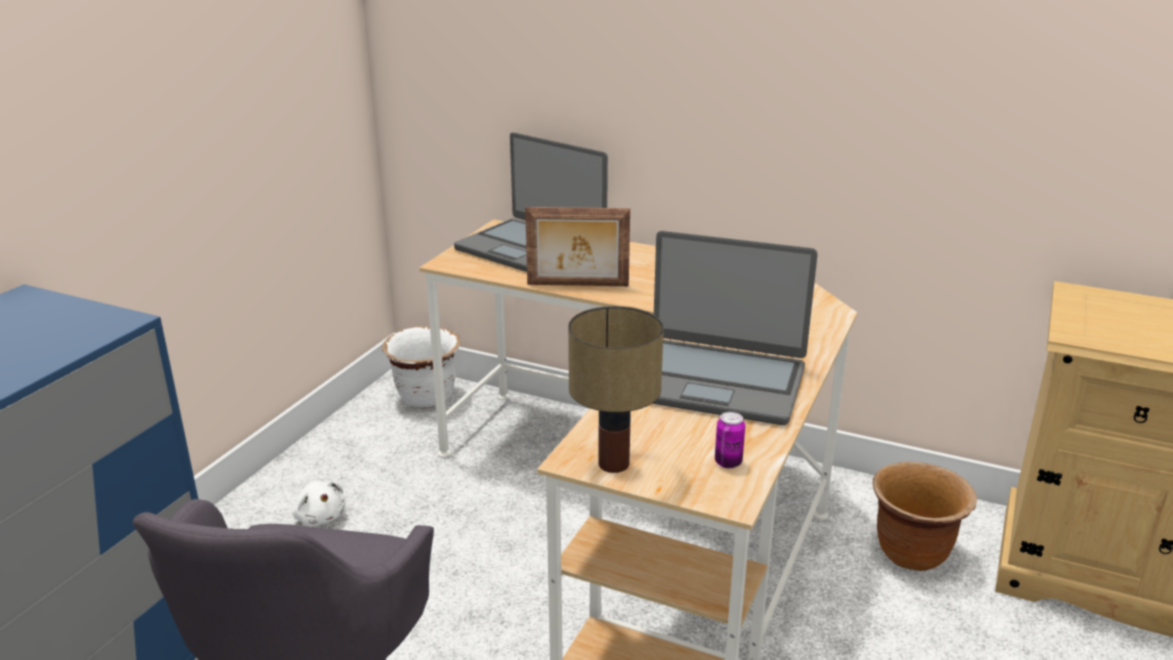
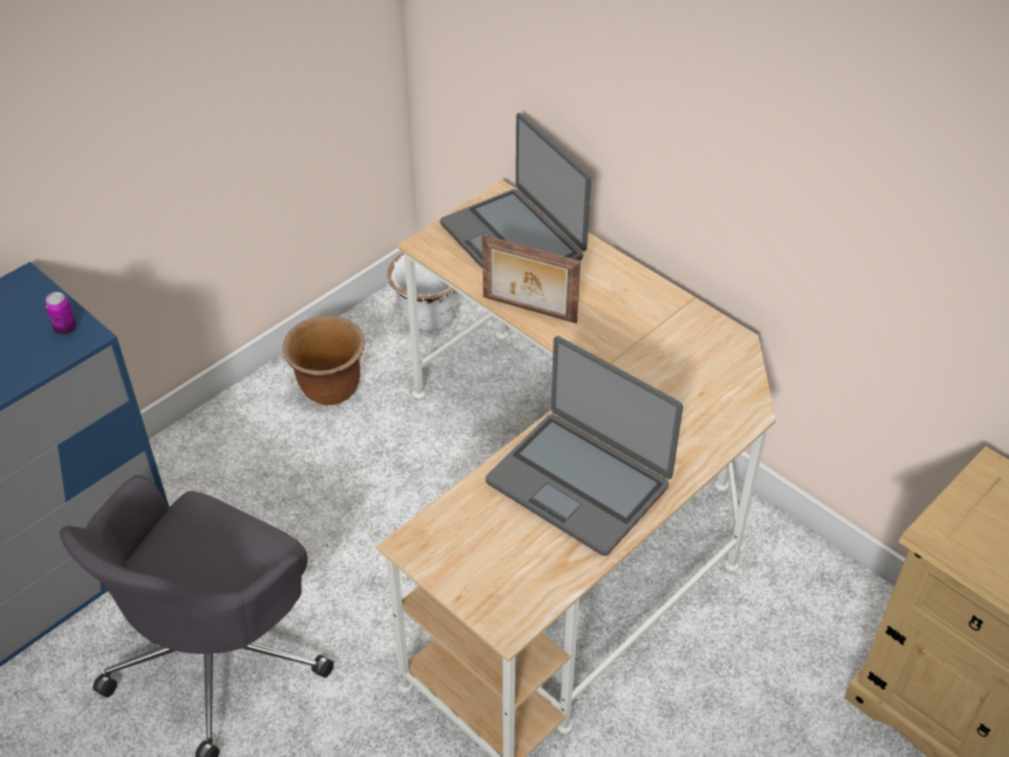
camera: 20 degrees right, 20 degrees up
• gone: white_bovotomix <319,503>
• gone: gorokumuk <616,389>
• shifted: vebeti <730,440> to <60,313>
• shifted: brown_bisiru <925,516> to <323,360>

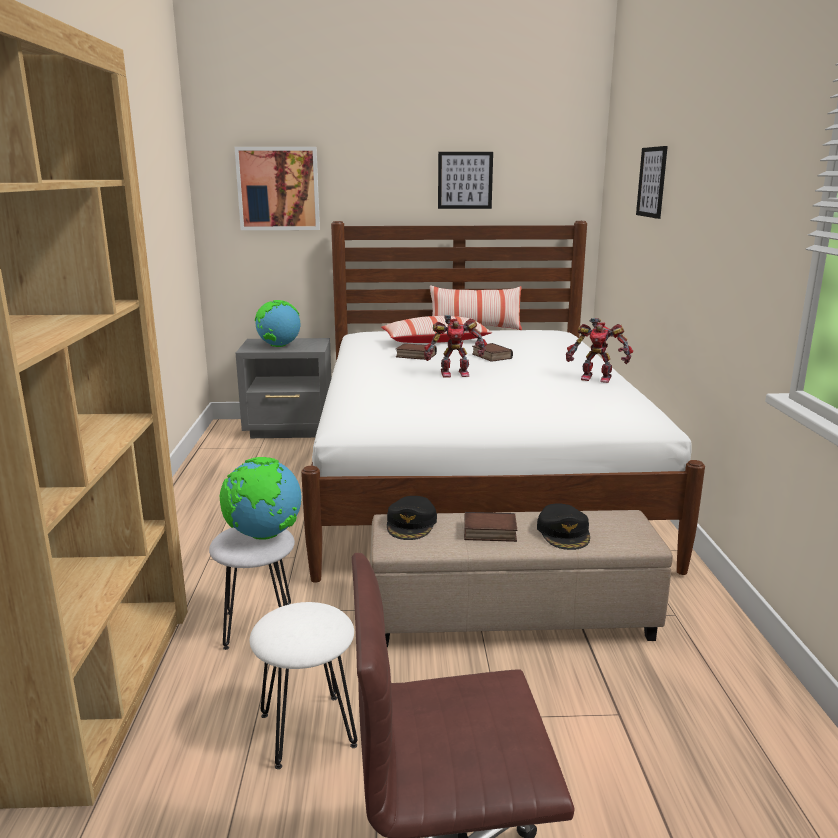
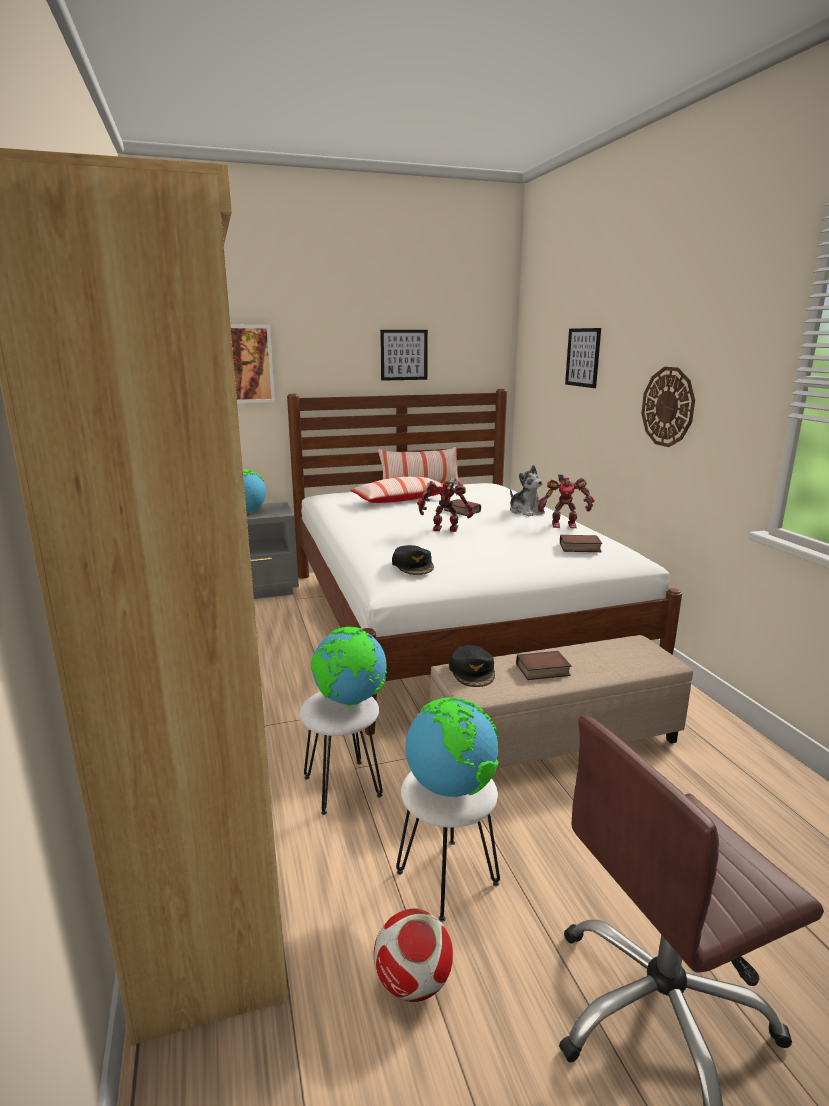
camera: 15 degrees left, 0 degrees up
• shifted: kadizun <416,351> to <581,543>
• rotated: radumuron <455,346> = <445,504> 150 degrees counterclockwise
• shifted: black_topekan <563,526> to <413,560>
• new: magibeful <413,955>
• new: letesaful <452,747>
• new: bovotomix <527,490>
• new: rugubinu <668,407>

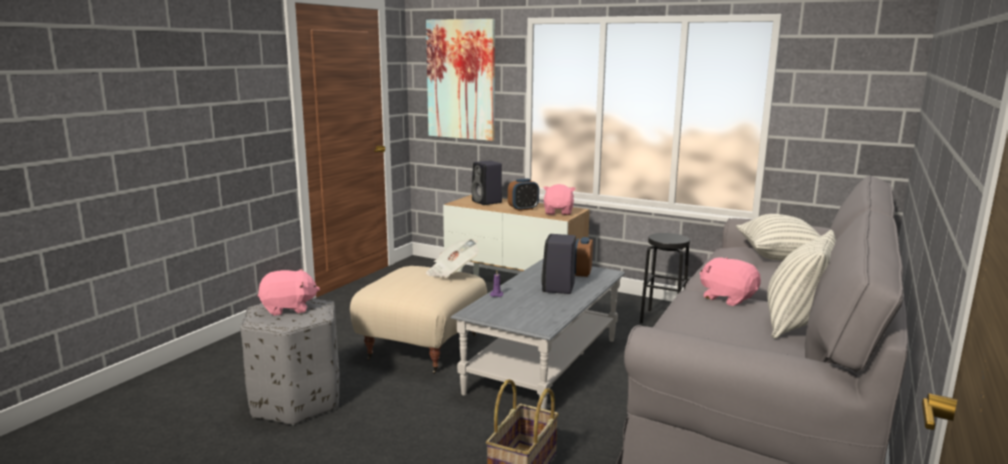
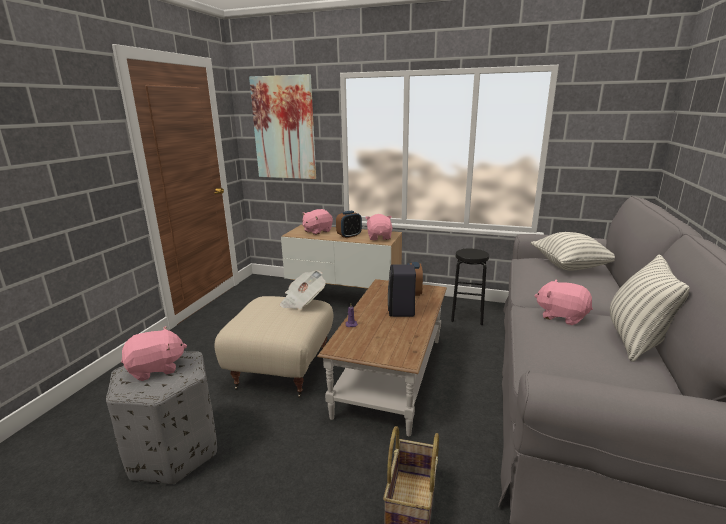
camera: 10 degrees left, 5 degrees up
• repainted: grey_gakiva <537,333> to brown_gakiva <382,357>
• swapped: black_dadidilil <486,182> to pink_bovotomix <317,222>

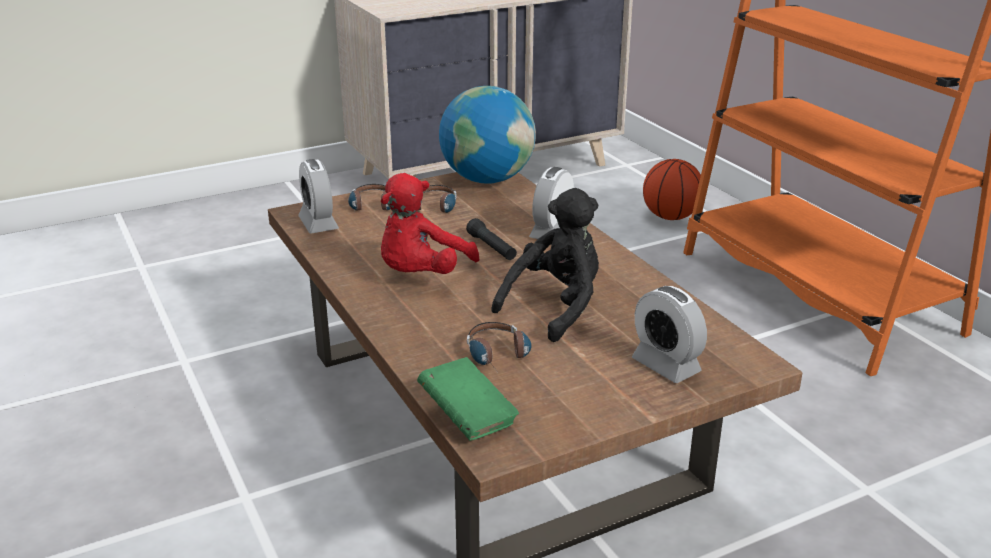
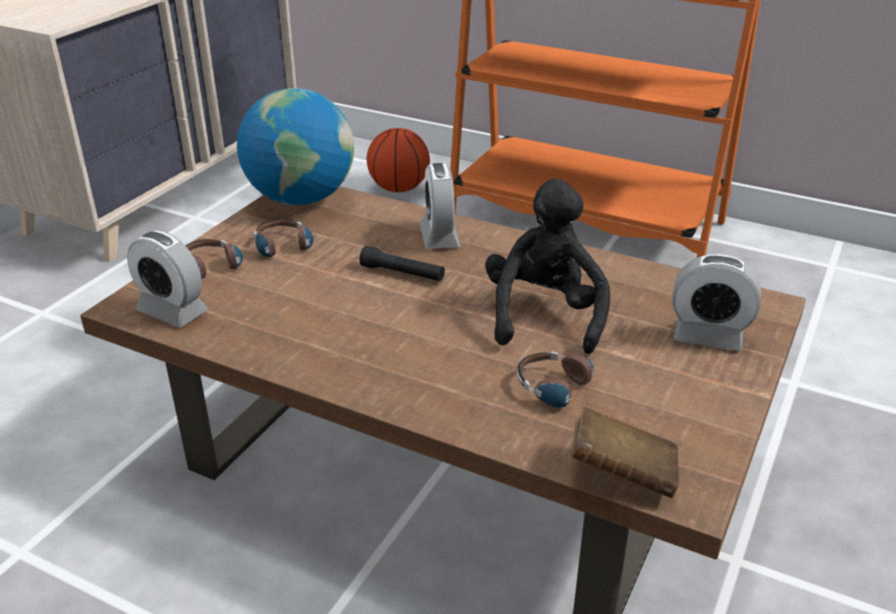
camera: 35 degrees left, 5 degrees up
• gone: red_bovotomix <430,223>
• repainted: green_kadizun <468,398> to brown_kadizun <625,452>

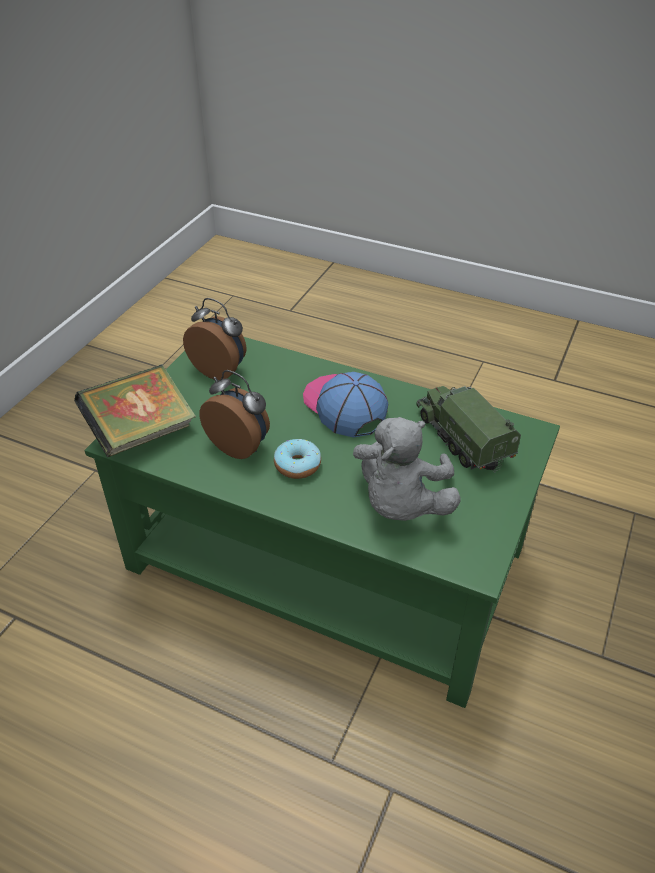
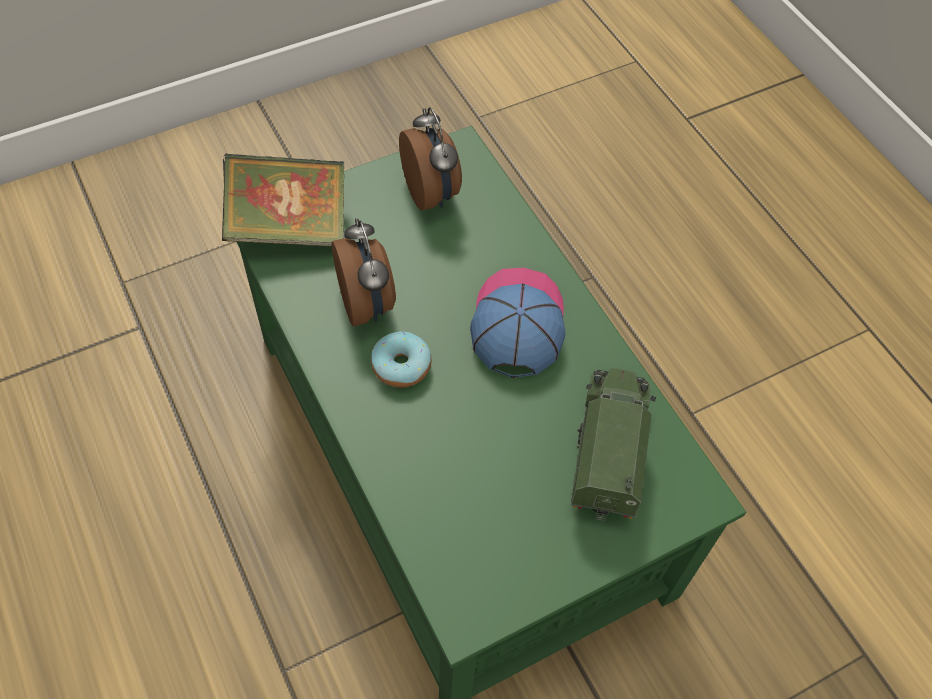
camera: 35 degrees right, 15 degrees up
• gone: grey_bovotomix <407,469>

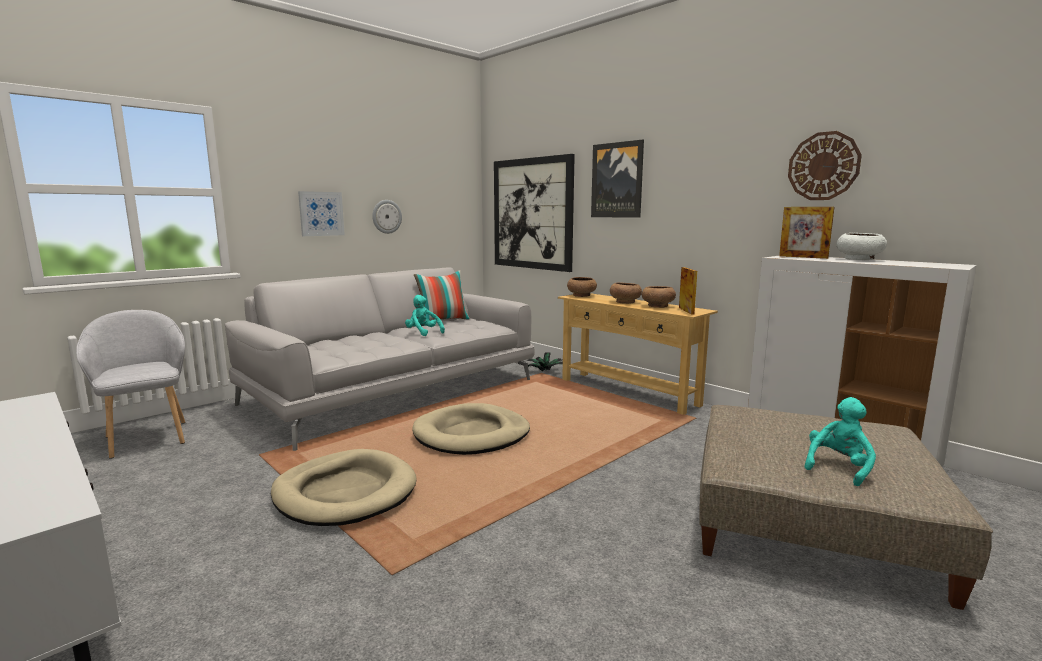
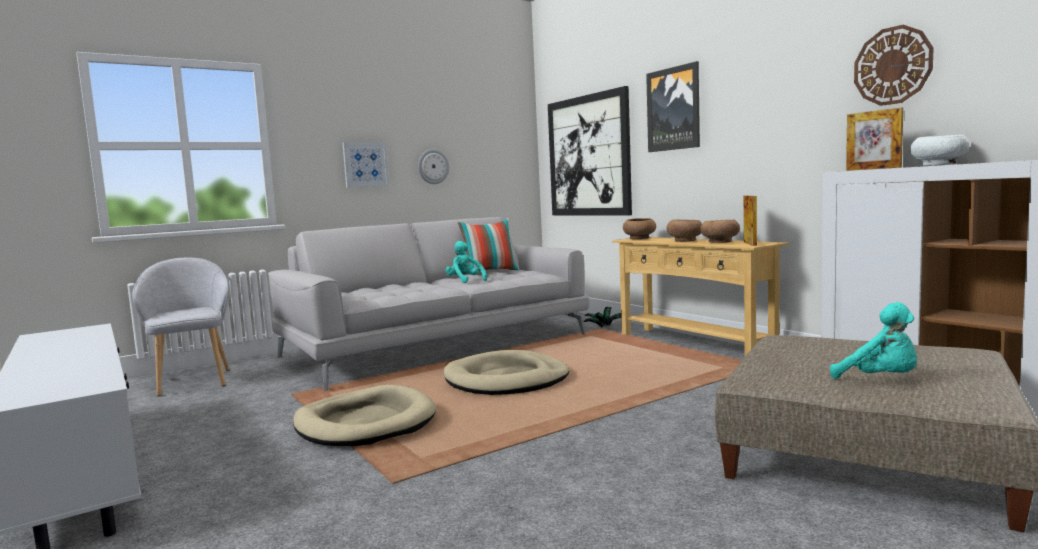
camera: 10 degrees right, 5 degrees down
• rotated: turquoise_bovotomix <840,441> = <873,340> 90 degrees clockwise

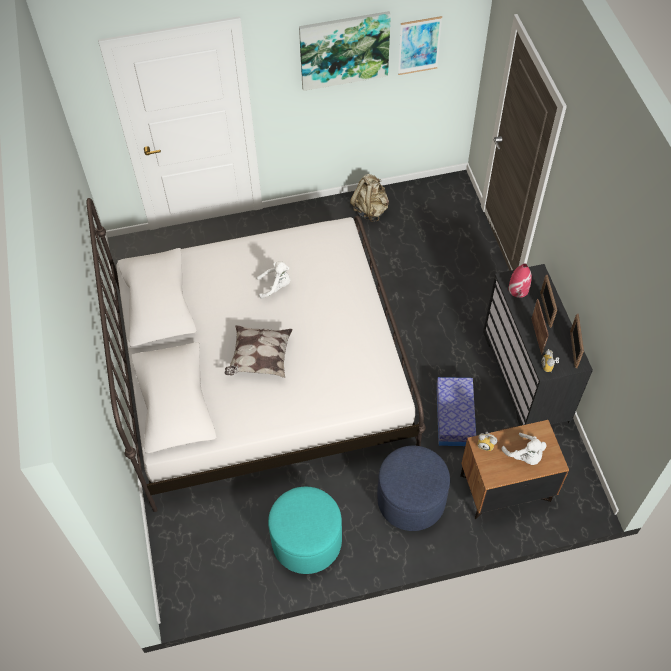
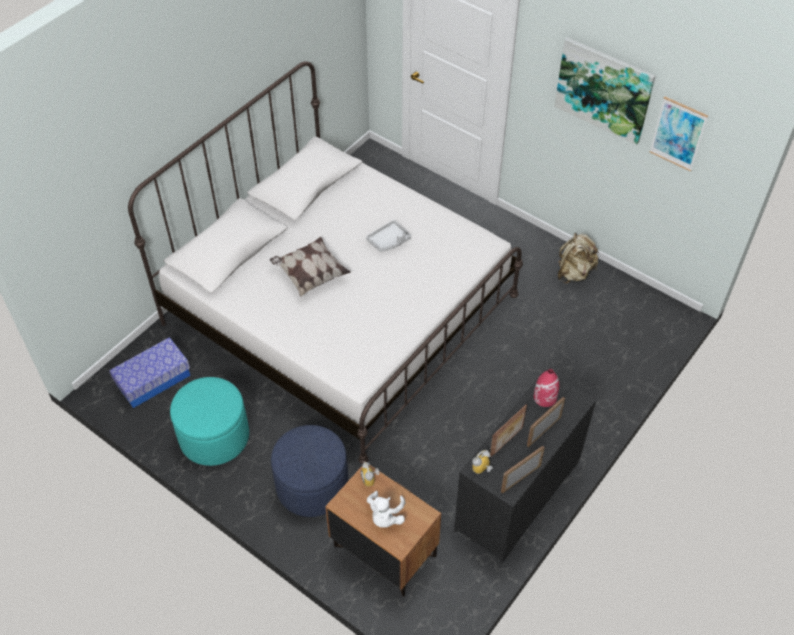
camera: 50 degrees right, 5 degrees down
• swapped: white_bovotomix <273,280> to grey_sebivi <388,236>
• shifted: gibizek <456,411> to <149,372>

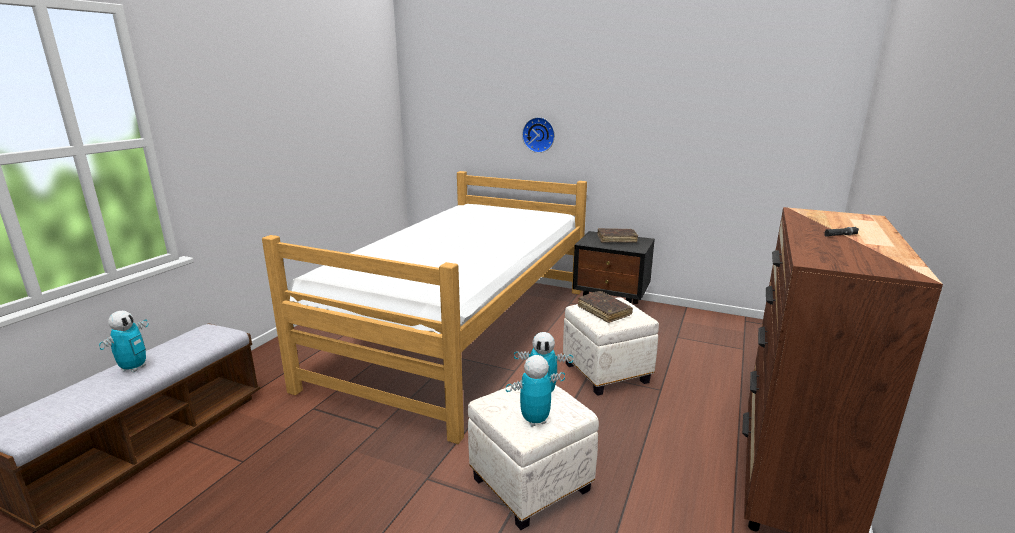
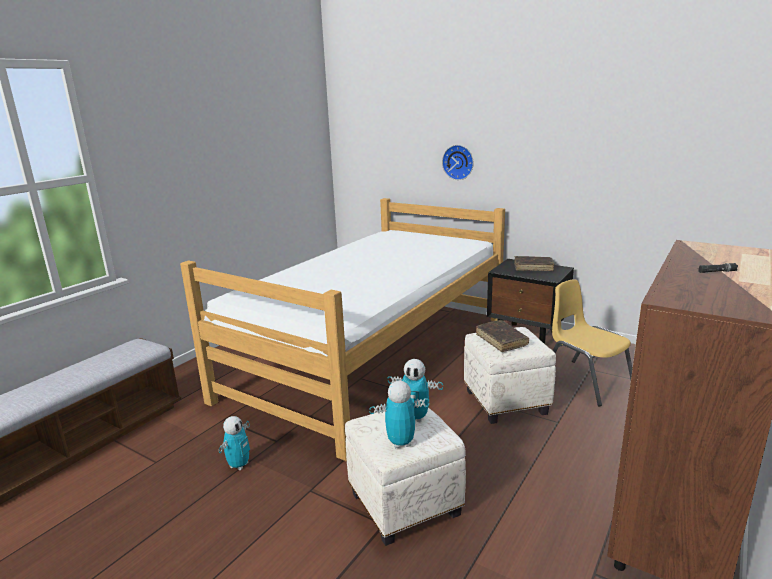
camera: 10 degrees right, 0 degrees up
• shifted: radumuron <124,342> to <234,443>
• new: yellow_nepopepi <592,342>

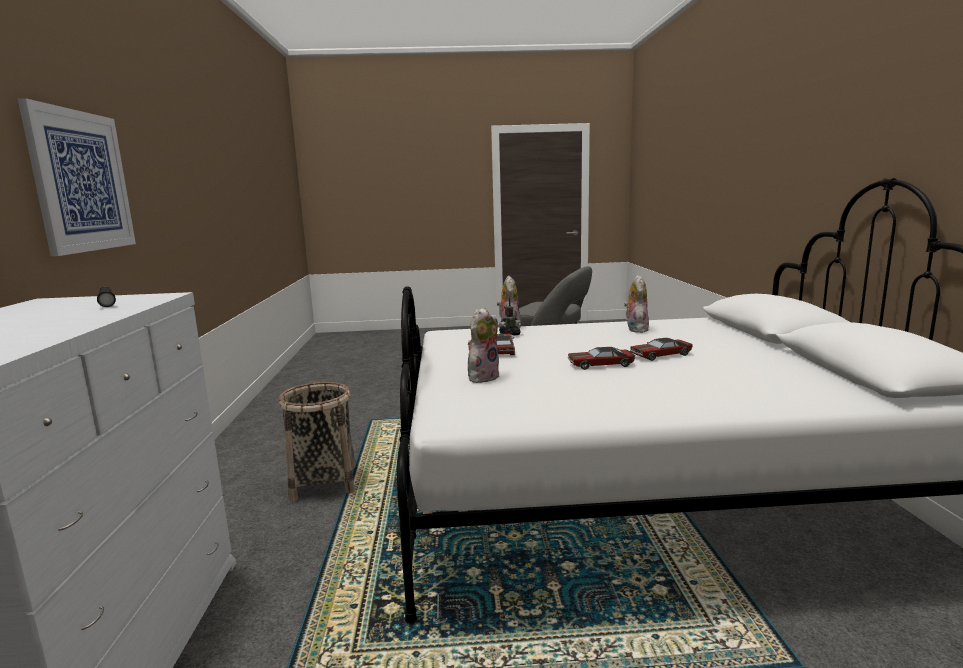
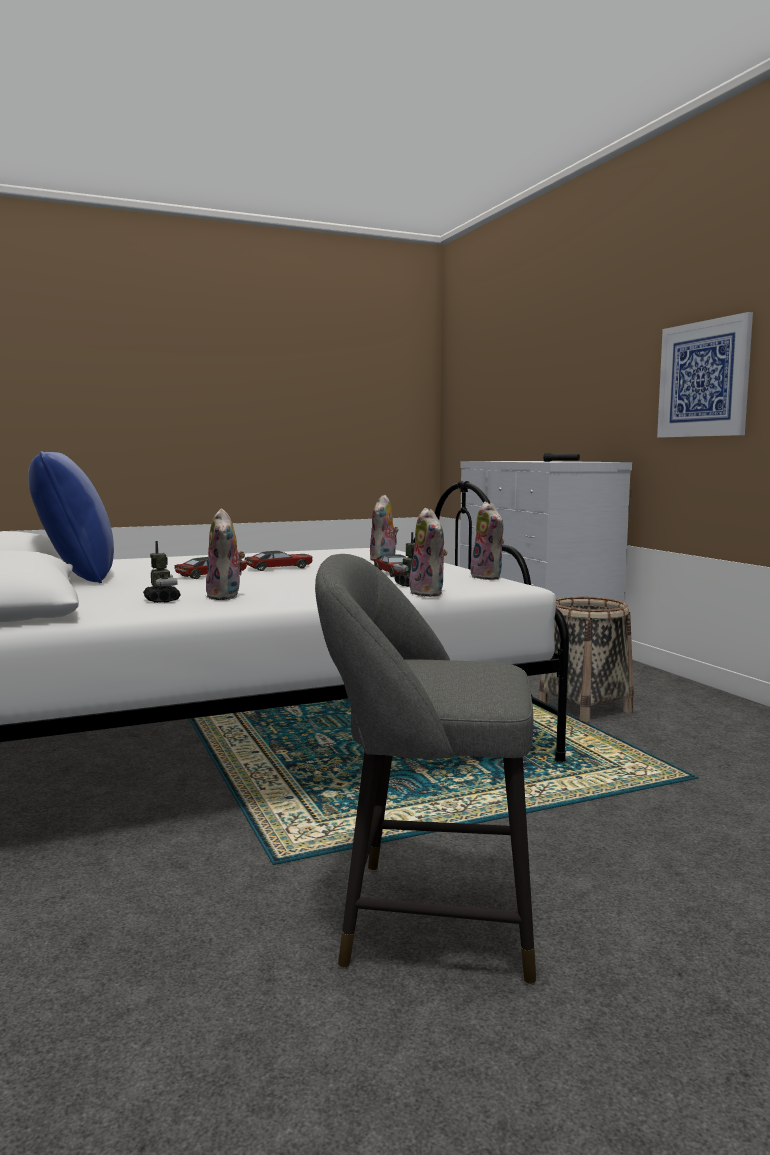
camera: 160 degrees right, 5 degrees down
• new: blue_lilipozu <71,517>
• new: radumuron <162,572>
• new: bovotomix <487,541>

